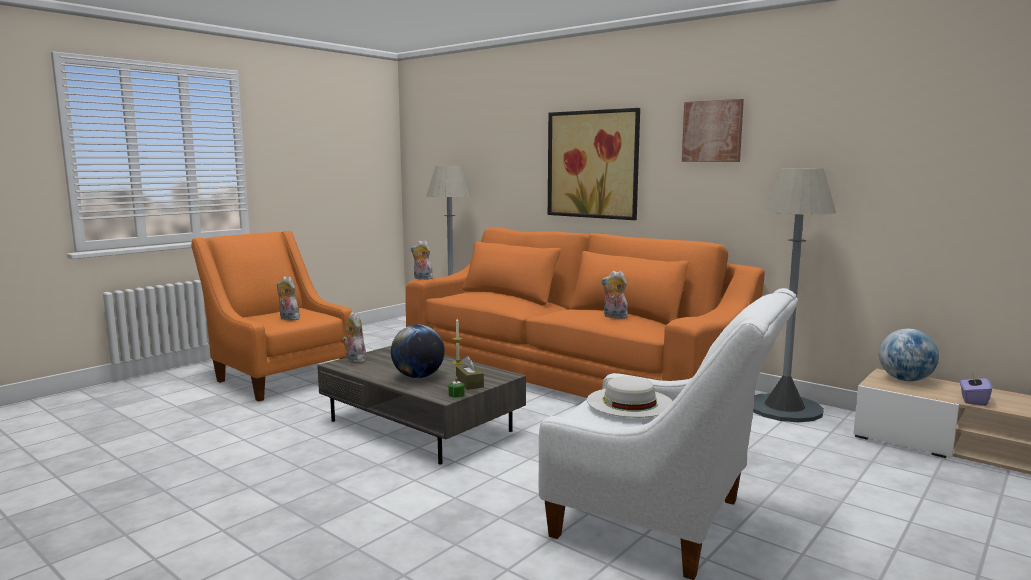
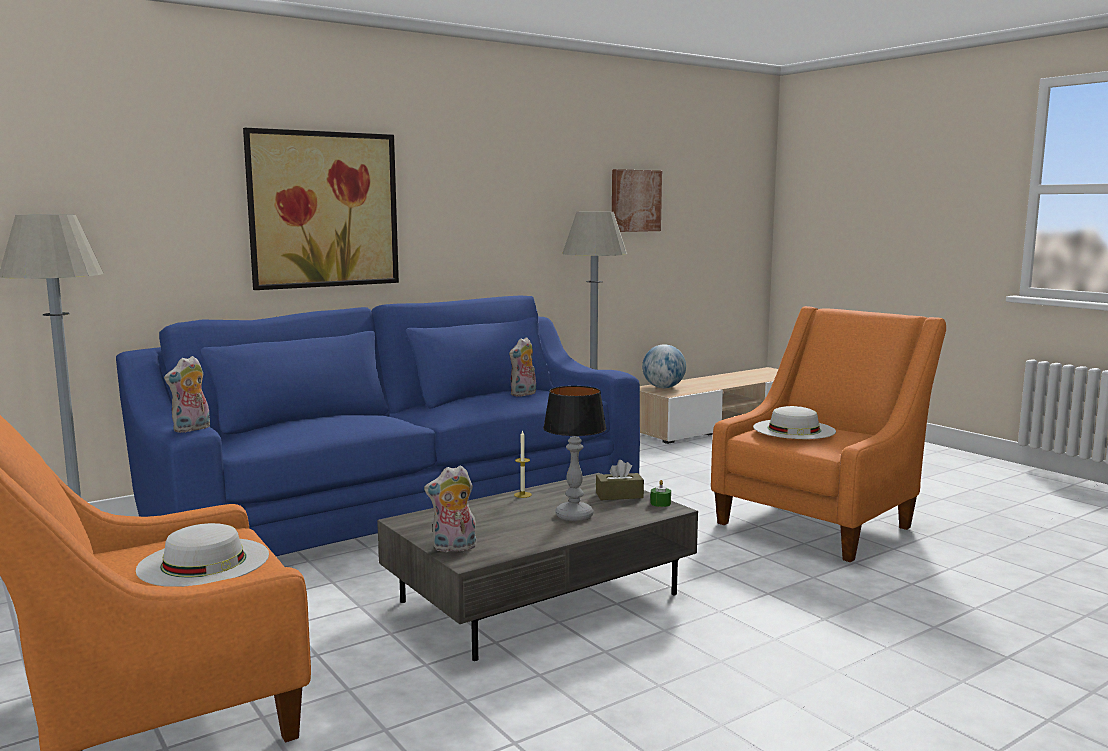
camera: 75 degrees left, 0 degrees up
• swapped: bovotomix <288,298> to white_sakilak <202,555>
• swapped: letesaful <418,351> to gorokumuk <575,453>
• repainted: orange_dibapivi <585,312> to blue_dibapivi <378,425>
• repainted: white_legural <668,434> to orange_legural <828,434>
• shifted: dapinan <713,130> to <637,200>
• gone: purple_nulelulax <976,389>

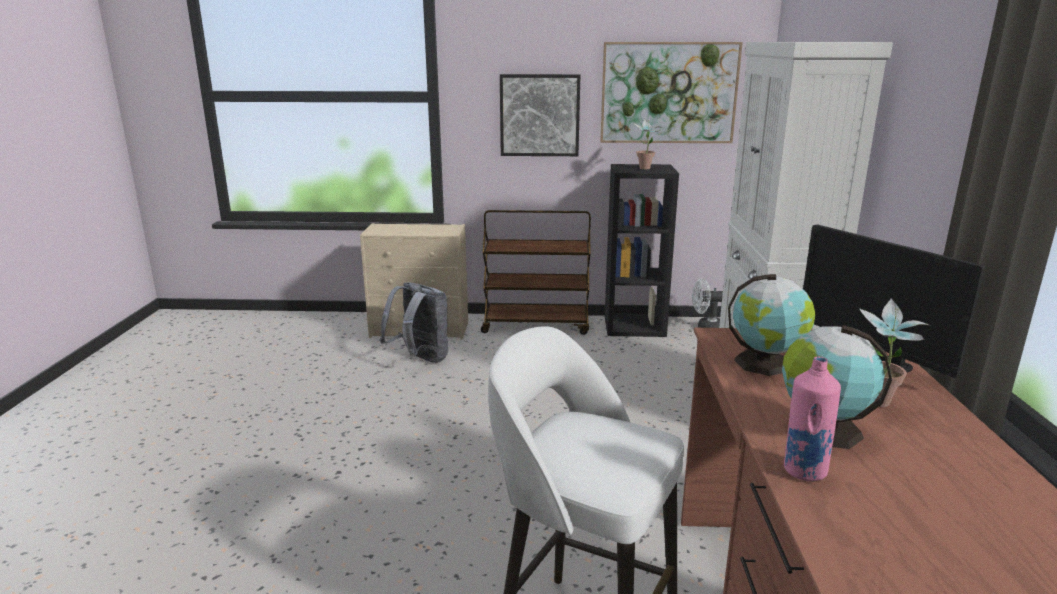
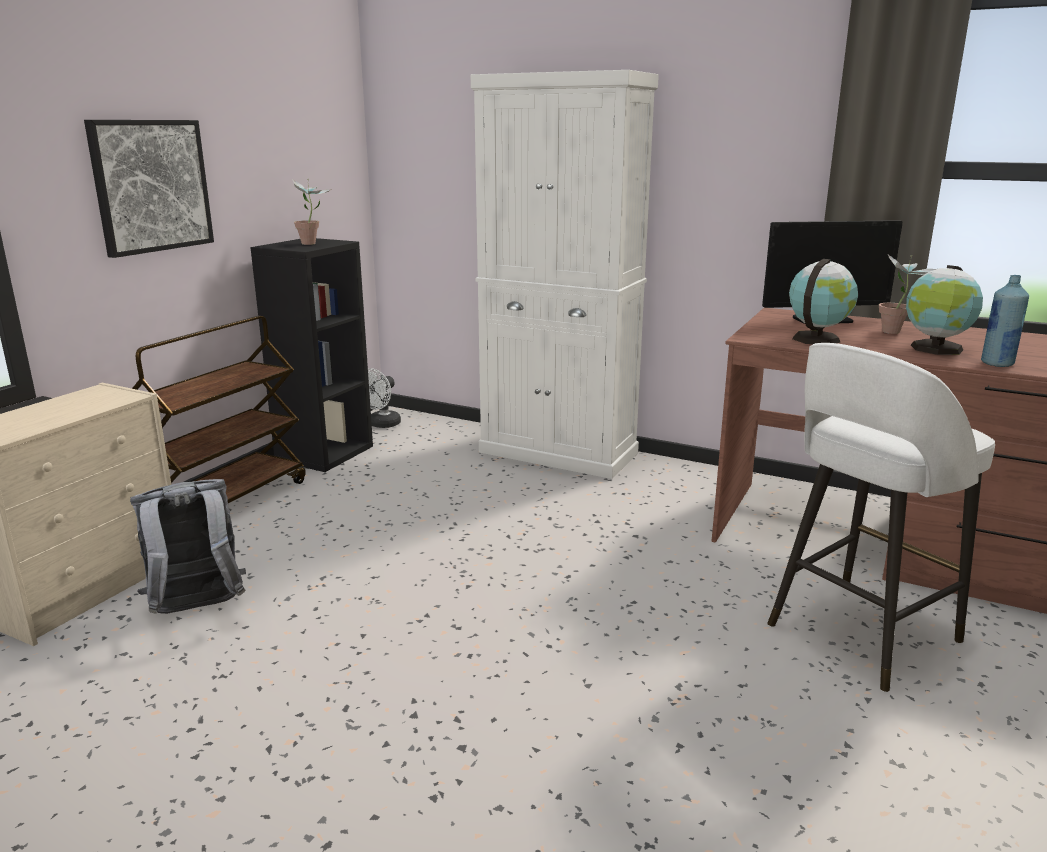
camera: 65 degrees left, 0 degrees up
• gone: dapinan <671,92>
• repainted: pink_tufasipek <812,418> to blue_tufasipek <1005,321>

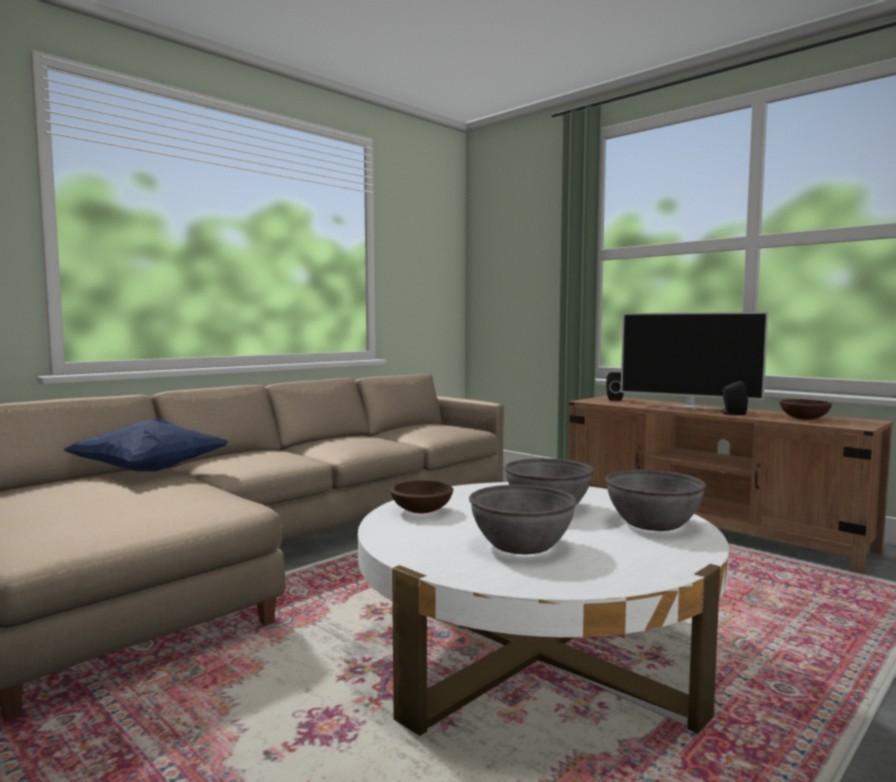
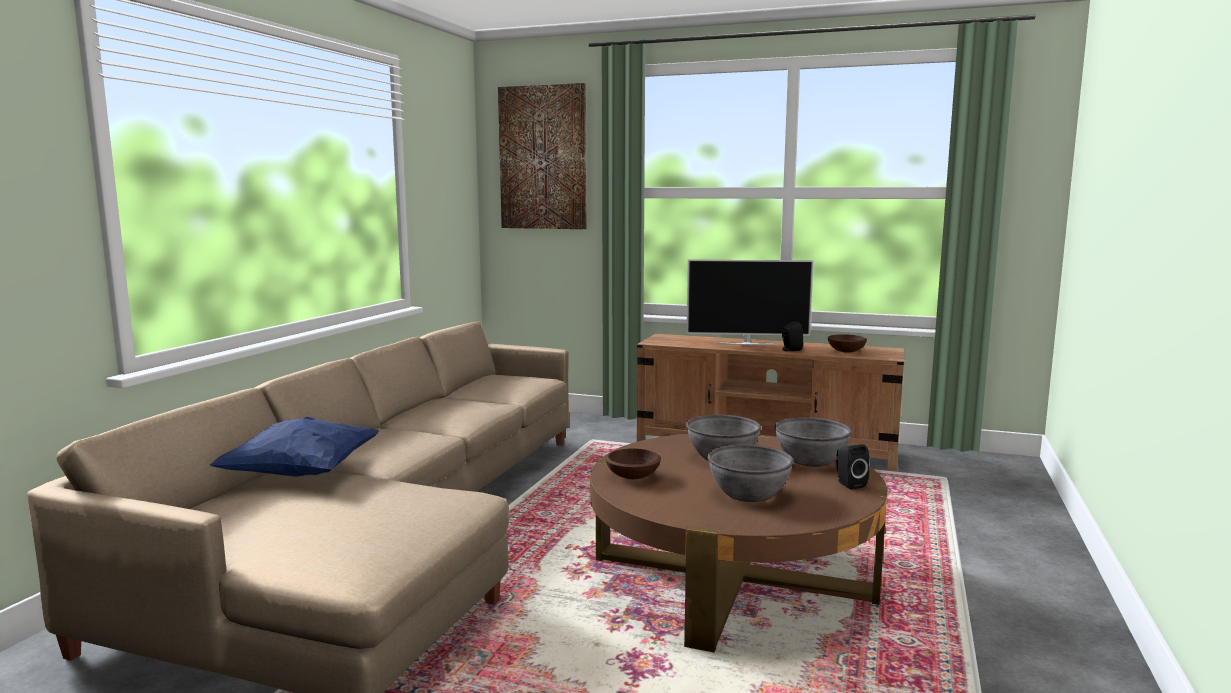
camera: 25 degrees left, 5 degrees up
• repainted: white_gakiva <543,609> to brown_gakiva <738,543>
• shifted: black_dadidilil <615,386> to <852,467>
• new: dapinan <542,156>

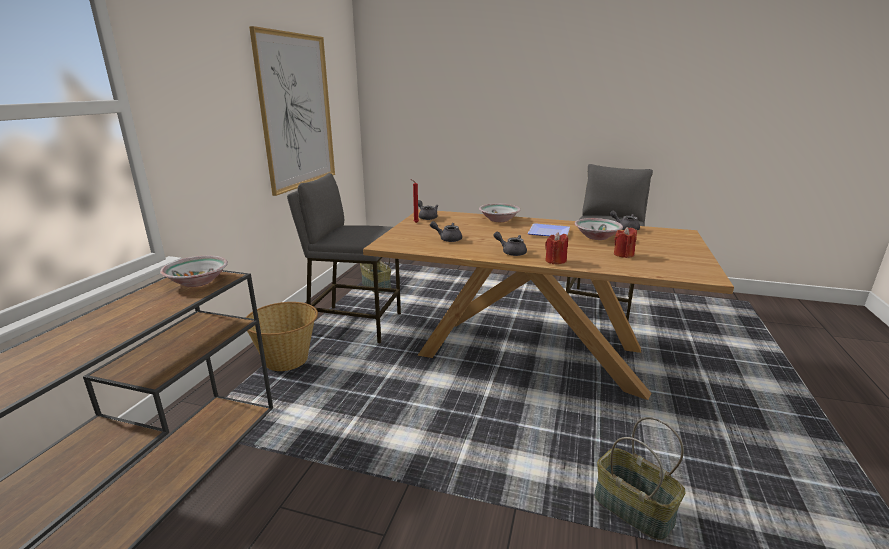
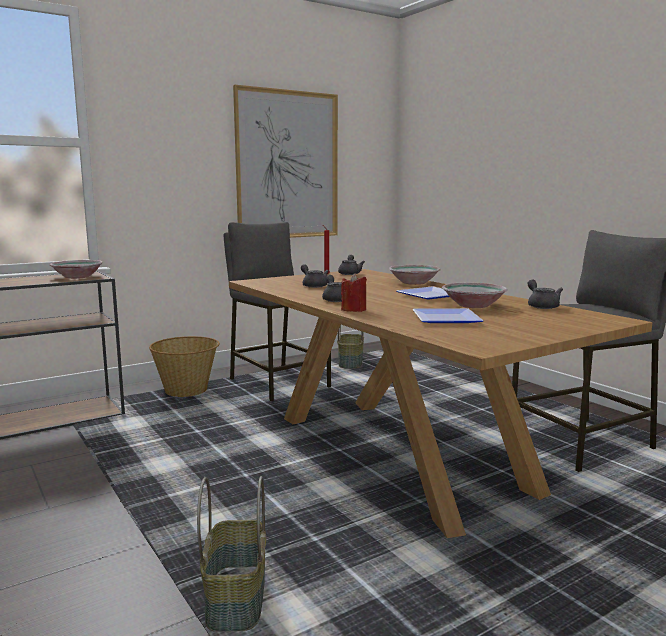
camera: 40 degrees right, 10 degrees down
• swapped: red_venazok <625,242> to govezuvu <447,315>

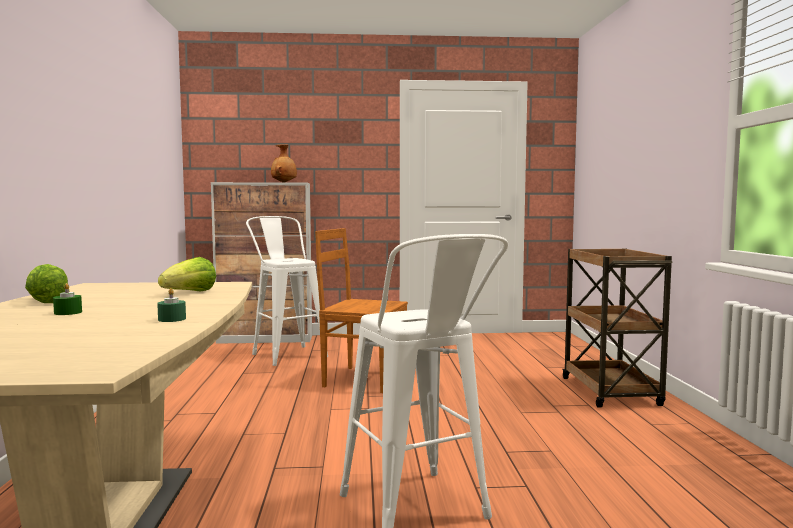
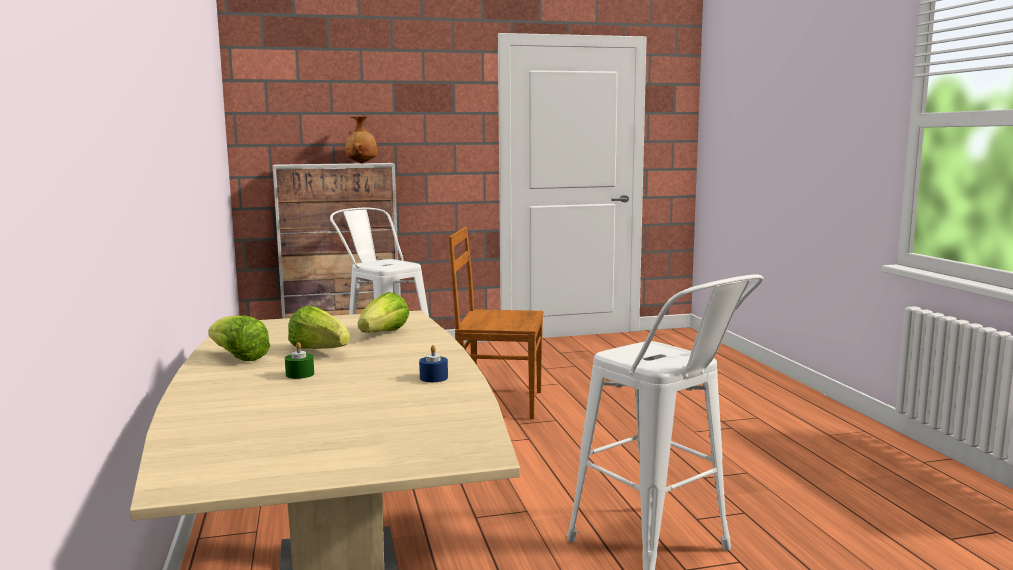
camera: 10 degrees left, 5 degrees up
• repainted: green_venazok <171,305> to blue_venazok <433,363>
• gone: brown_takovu <617,327>
• new: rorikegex <319,327>

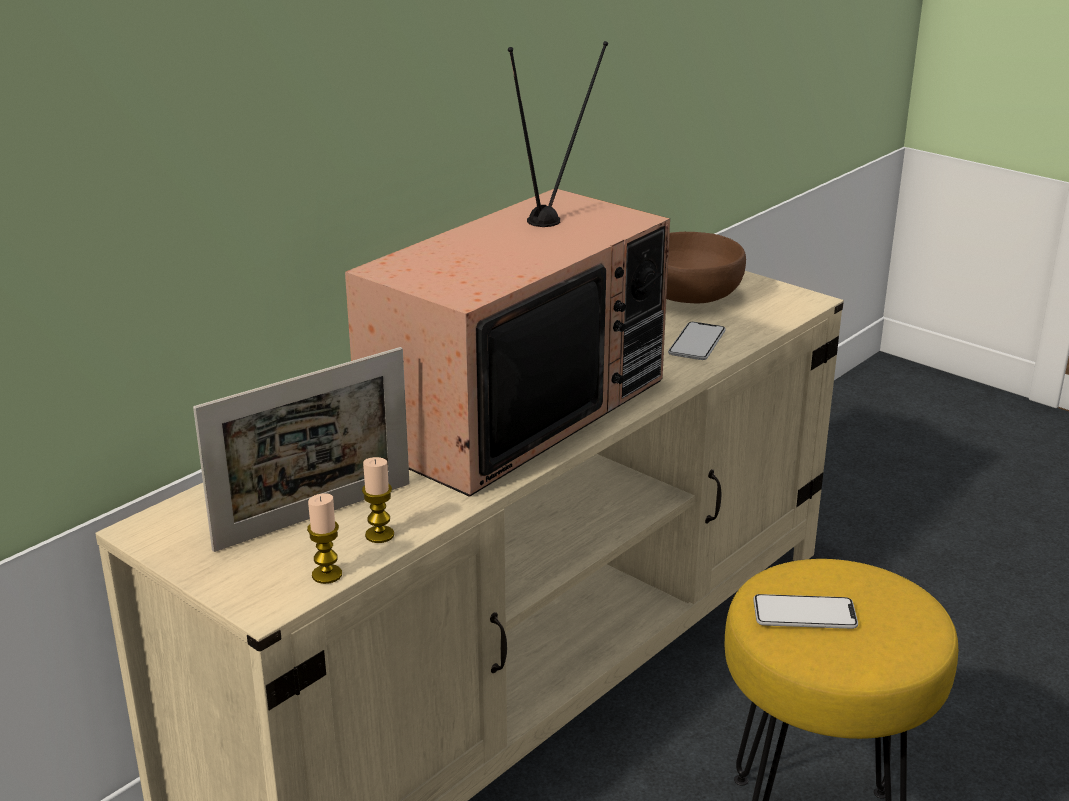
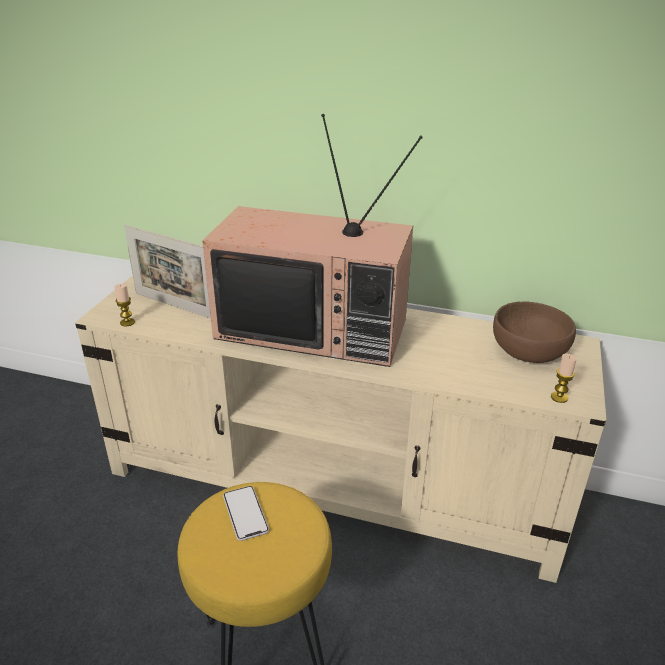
camera: 65 degrees right, 5 degrees up
• shifted: venazok <378,500> to <564,378>
• gone: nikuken <697,341>

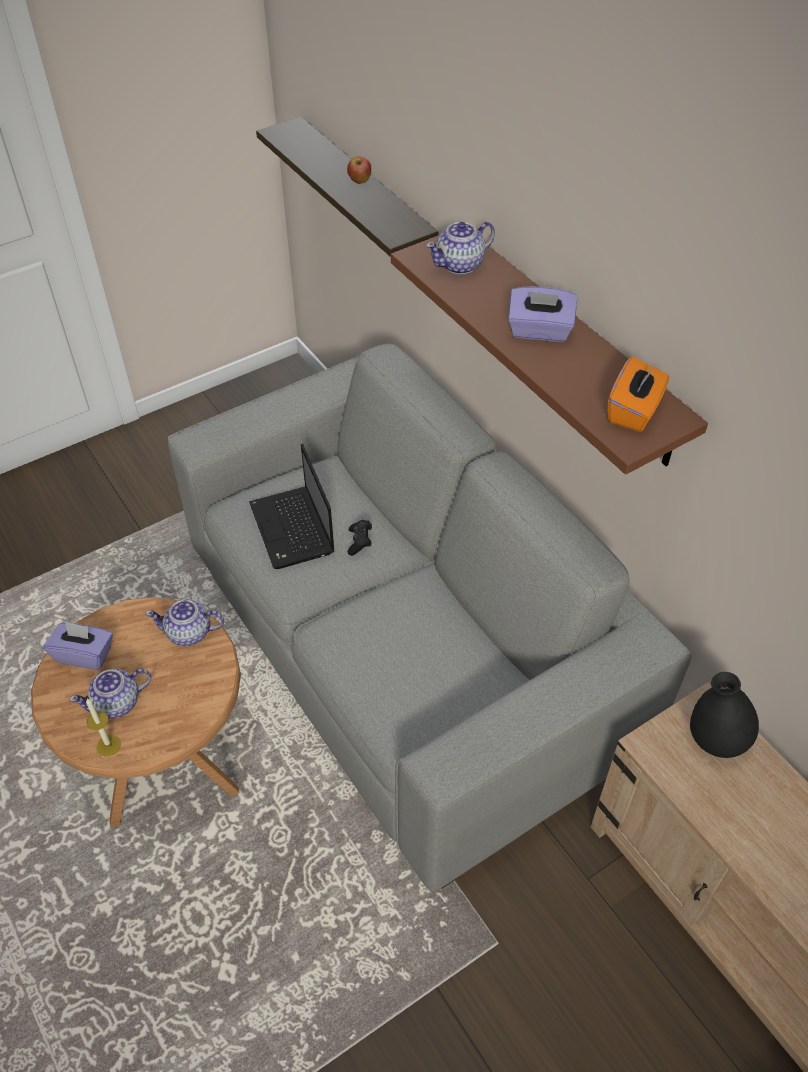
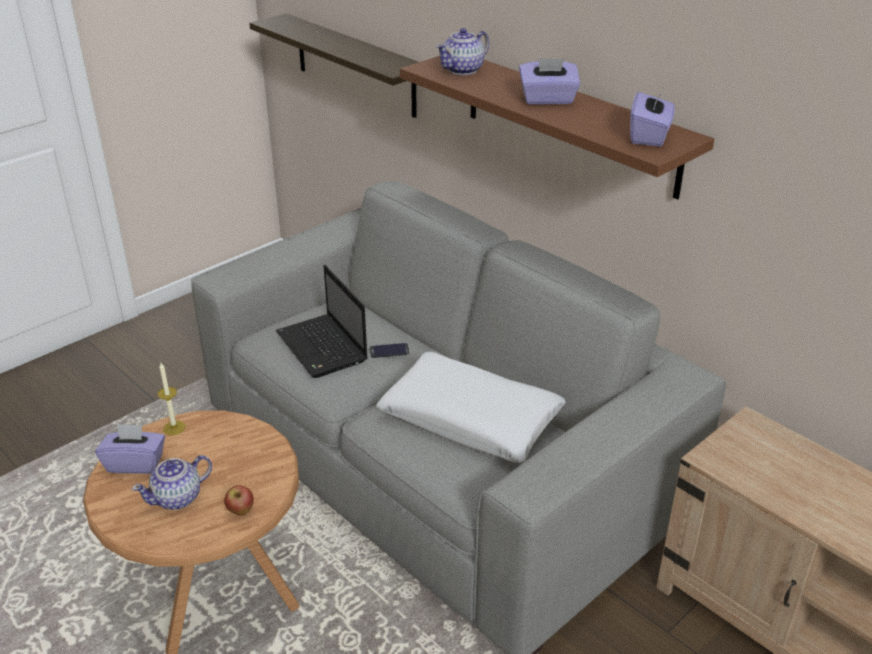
camera: 10 degrees left, 15 degrees down
• shifted: venazok <103,727> to <171,399>
• gone: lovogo <184,623>
• shifted: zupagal <359,170> to <239,500>
• swapped: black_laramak <360,538> to nikuken <389,350>
• repainted: orange_nulelulax <638,394> to purple_nulelulax <652,116>
• gone: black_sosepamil <724,715>
• new: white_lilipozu <471,407>

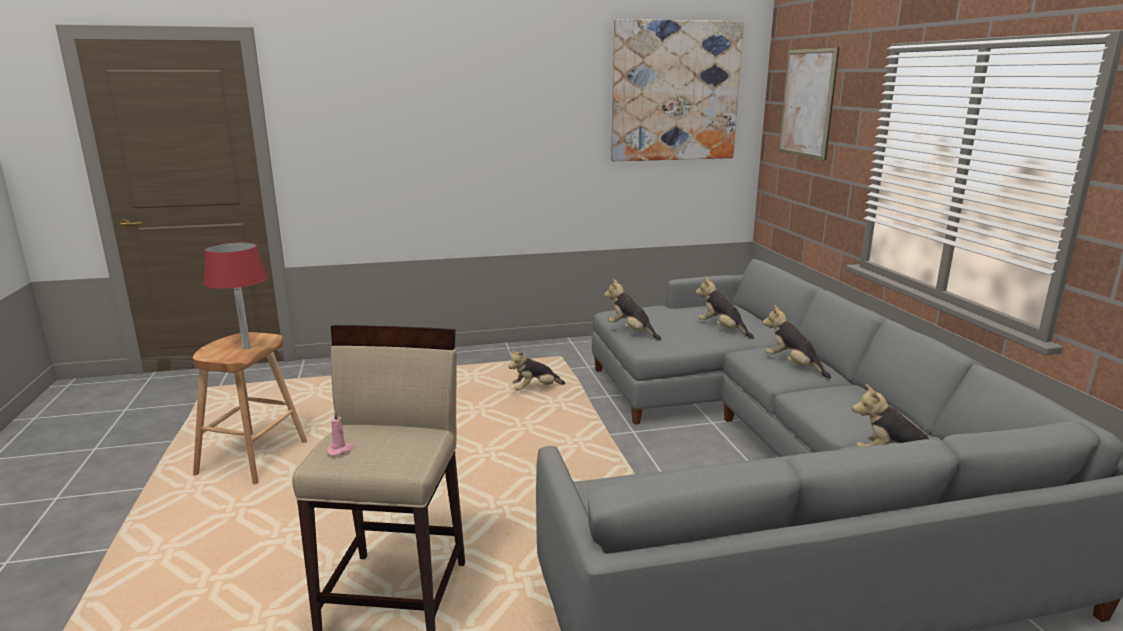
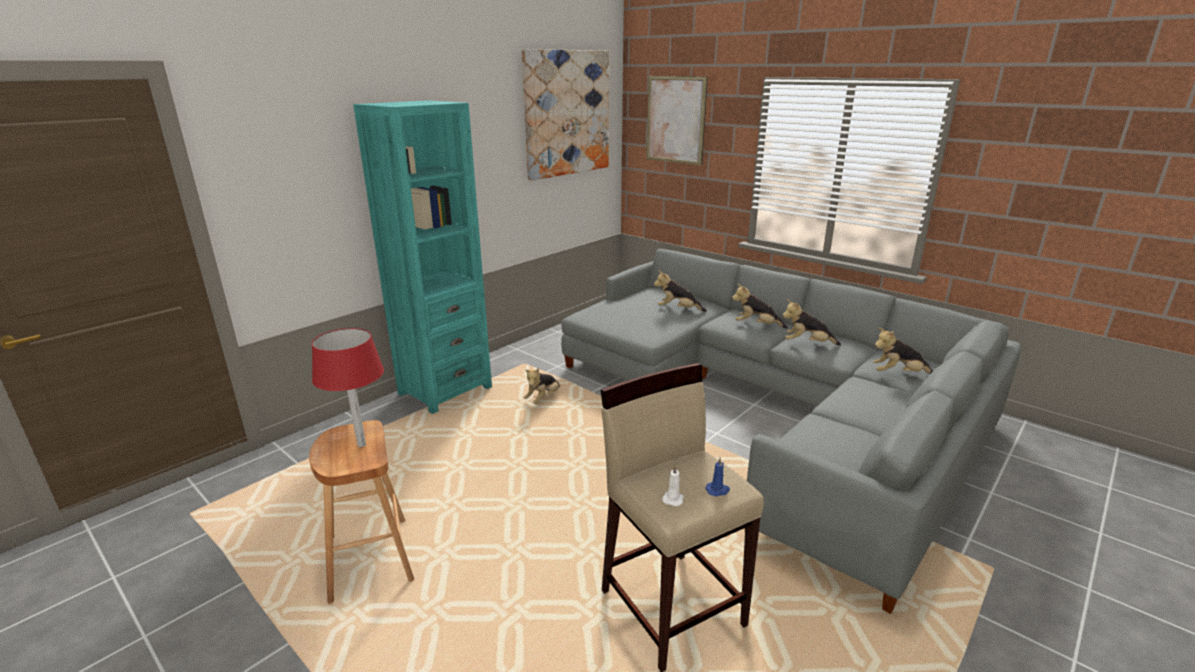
camera: 35 degrees left, 5 degrees up
• repainted: pink_venazok <340,433> to white_venazok <673,485>
• shifted: bovotomix <633,310> to <811,323>
• new: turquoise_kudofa <422,257>
• new: blue_venazok <717,476>

